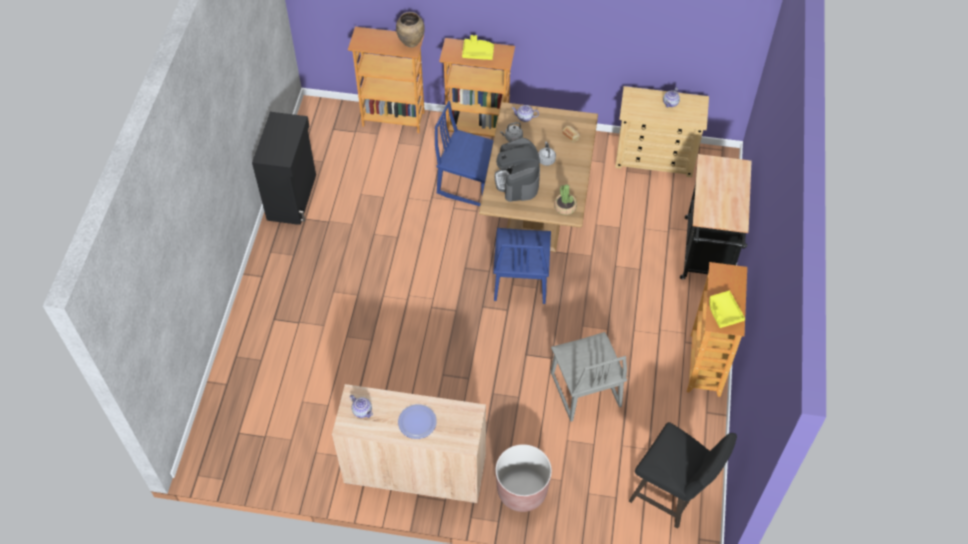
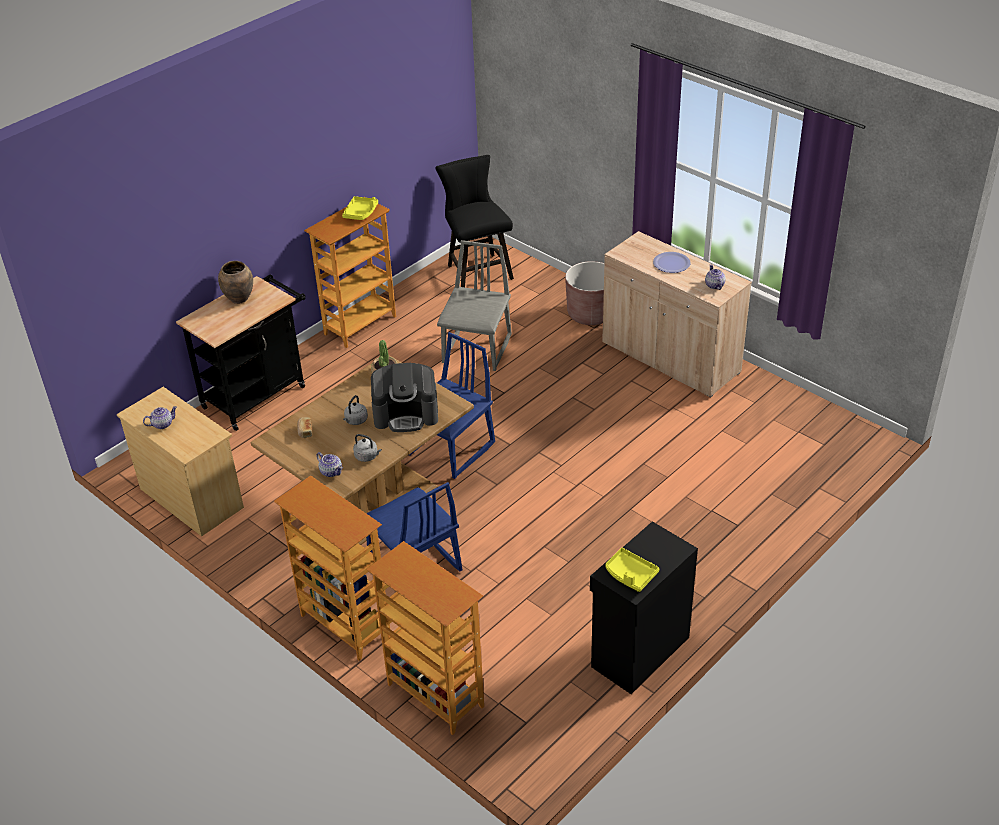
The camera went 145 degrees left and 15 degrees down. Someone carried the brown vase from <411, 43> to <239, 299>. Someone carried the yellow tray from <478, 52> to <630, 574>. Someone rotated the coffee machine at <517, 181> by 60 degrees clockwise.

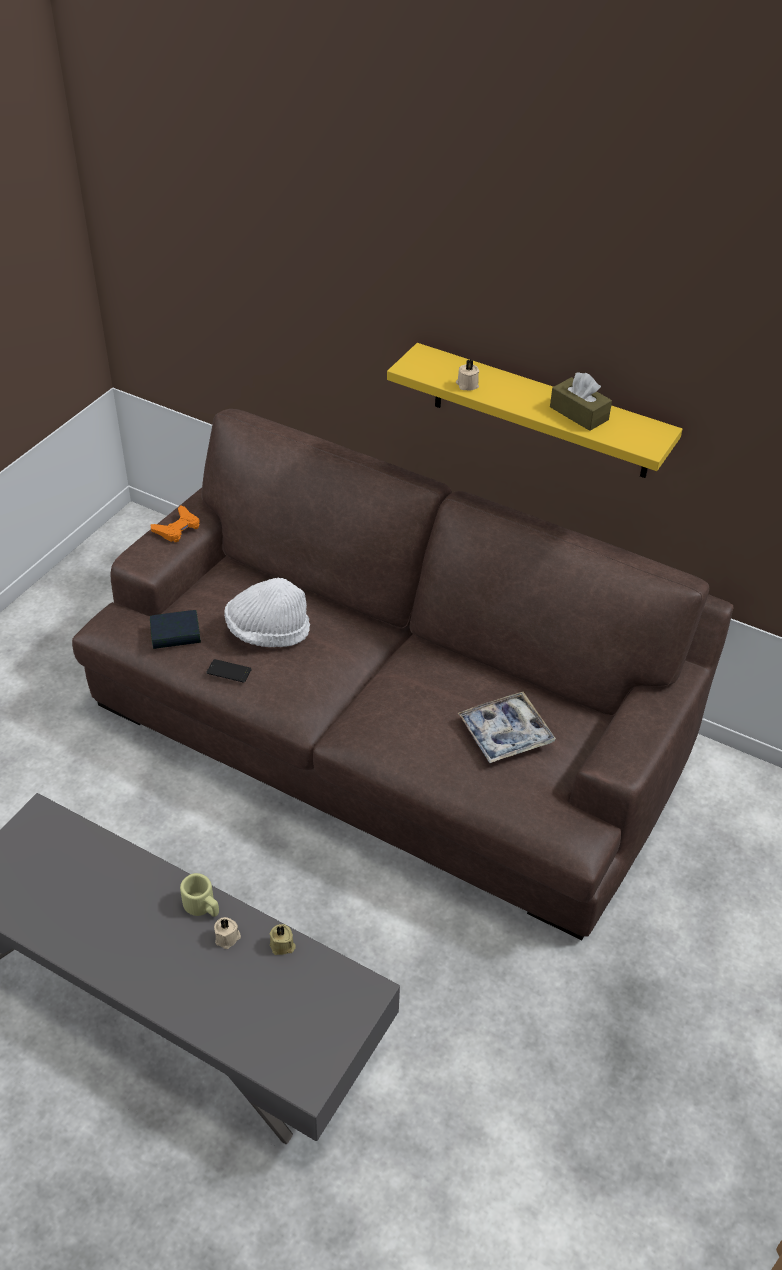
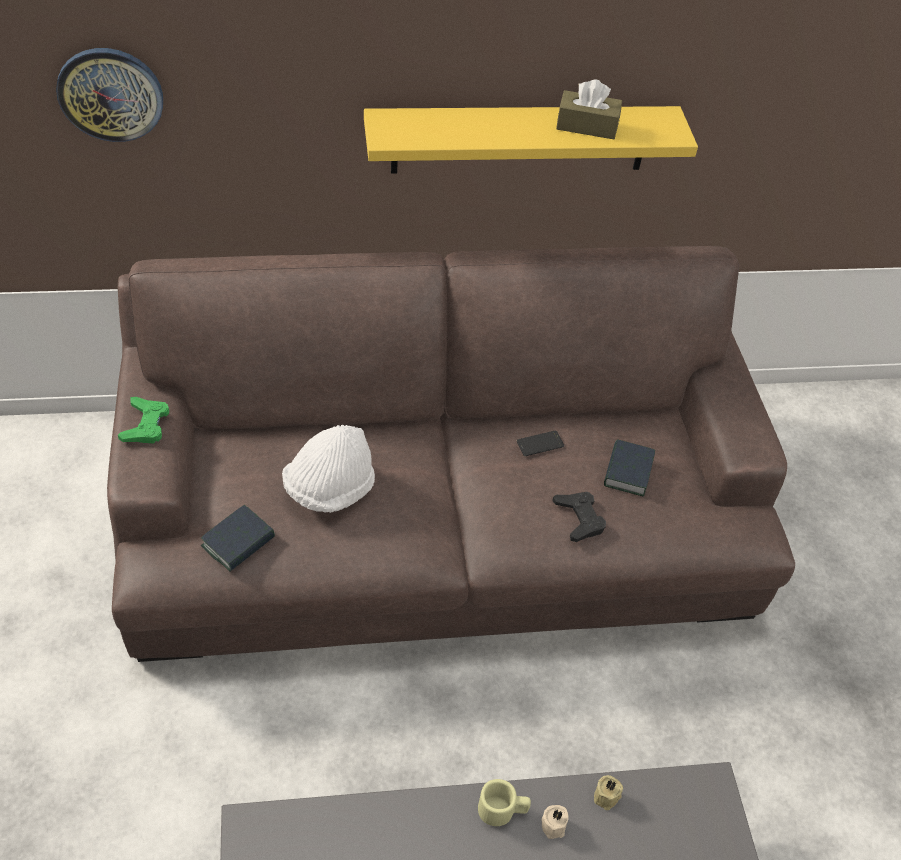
The camera went 40 degrees left and 5 degrees up. Someone took away the beige candle at <467, 385>. Someone repainted the orange game controller at <177, 528>, which became the green game controller at <146, 424>. Someone carried the phone from <229, 671> to <540, 444>. Someone swapped the tray at <505, 733> for the book at <628, 472>. Someone put up the wall clock at <110, 94>. Someone put down the black game controller at <579, 518>.

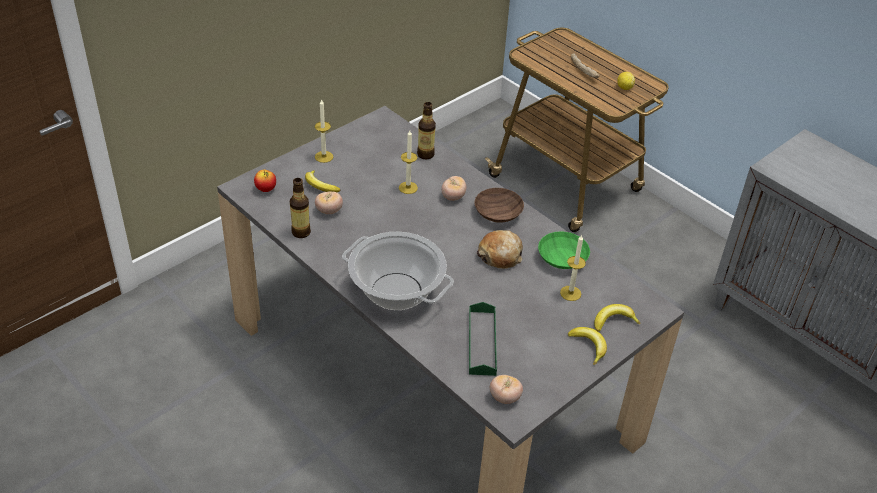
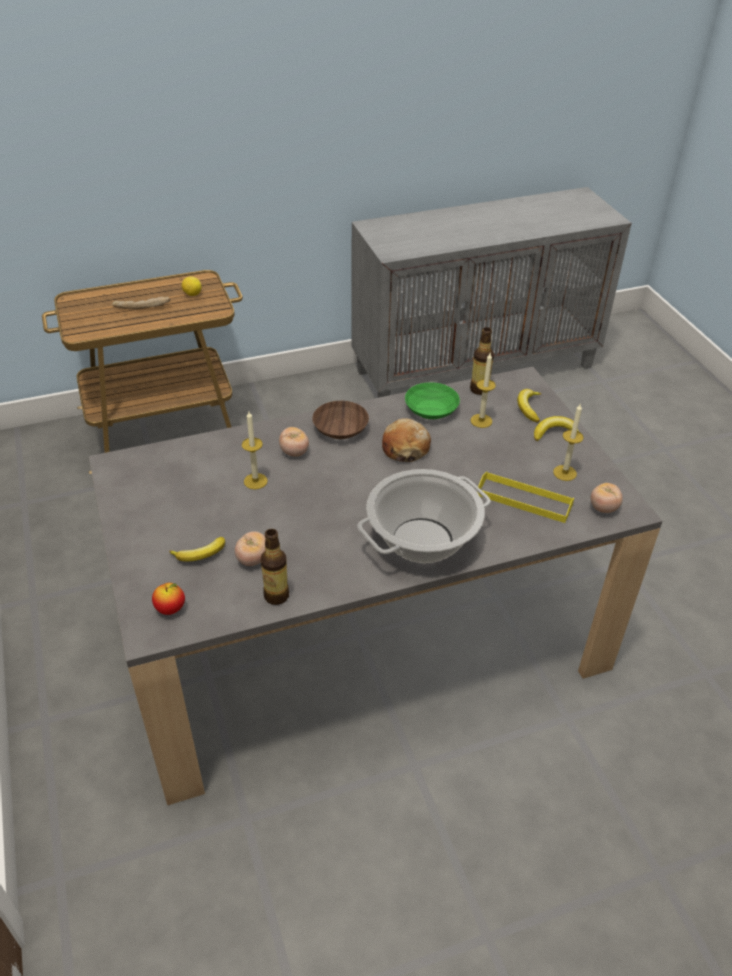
The camera went 65 degrees left and 0 degrees up. Someone carried the candle from <324, 157> to <564, 473>. Someone carried the bottle from <425, 154> to <479, 389>. Someone repainted the green tray at <482, 342>, which became the yellow tray at <524, 500>.

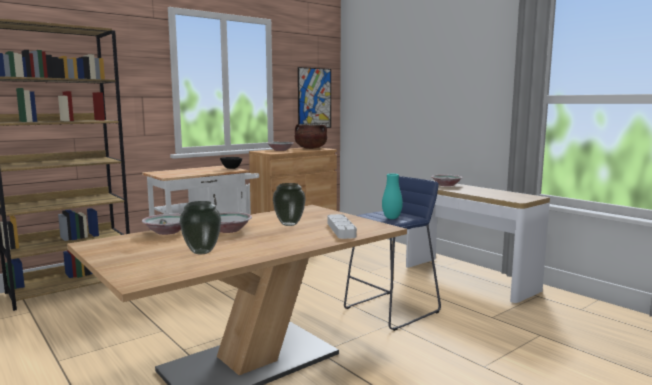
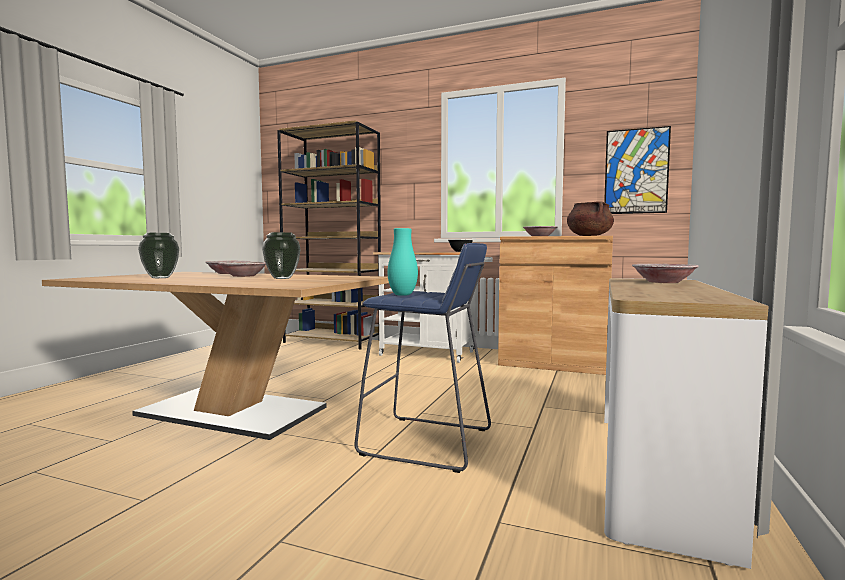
The camera went 60 degrees right and 5 degrees down. Someone took away the grey tray at <341, 229>.

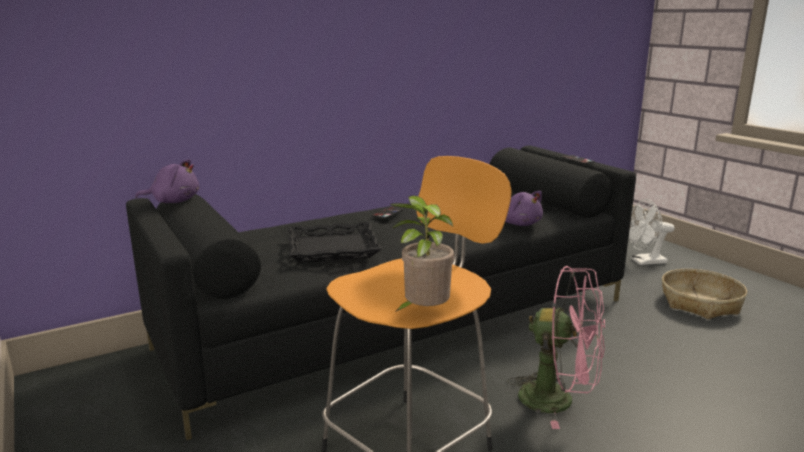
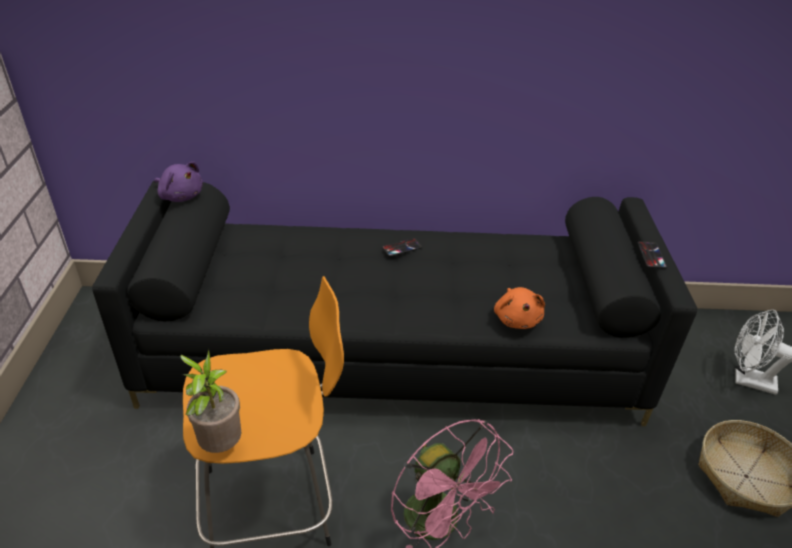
The camera went 30 degrees right and 20 degrees up. Someone repainted the purple plush toy at <519, 224>, which became the orange plush toy at <517, 318>. Someone took away the black tray at <333, 248>.

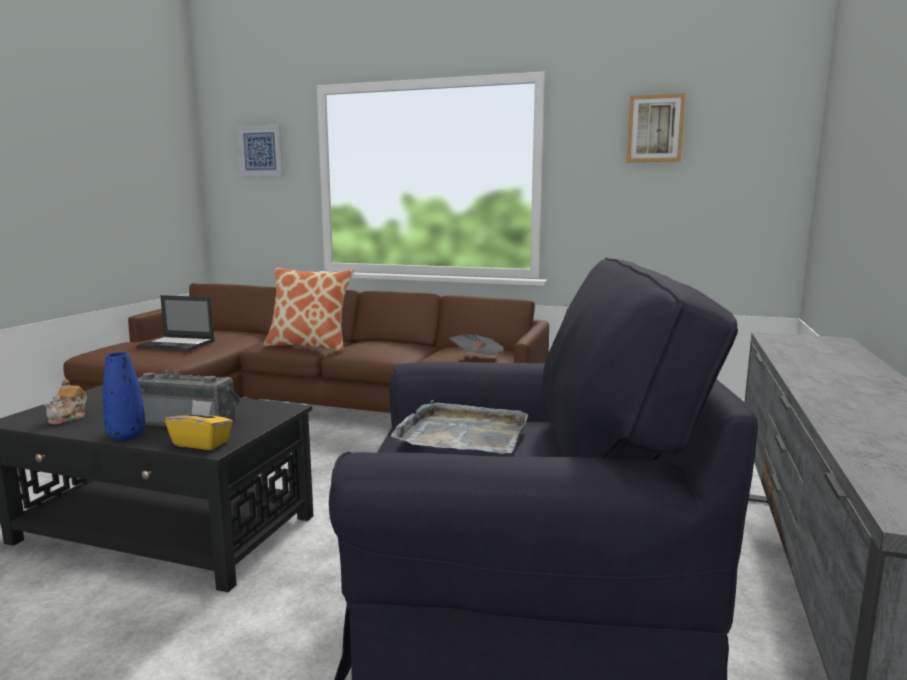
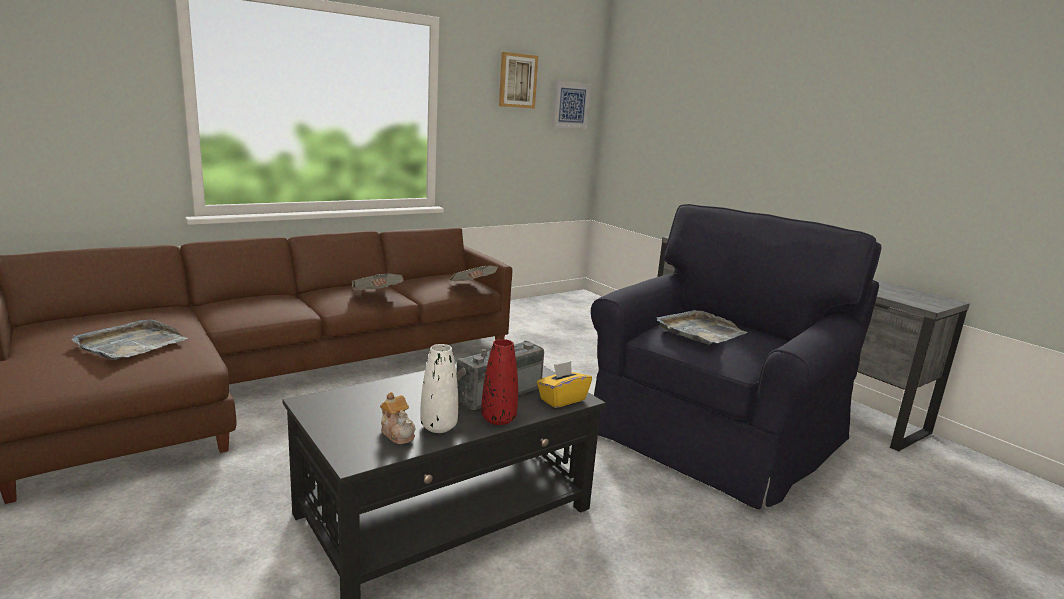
The camera went 55 degrees left and 5 degrees up. Someone carried the picture from <261, 151> to <570, 105>. Someone took away the pillow at <310, 345>. Someone swapped the laptop at <177, 344> for the grey tray at <130, 344>. Someone repainted the blue vase at <126, 435>, which became the red vase at <498, 419>. Someone put down the newspaper at <377, 296>. Someone put down the white vase at <438, 427>.

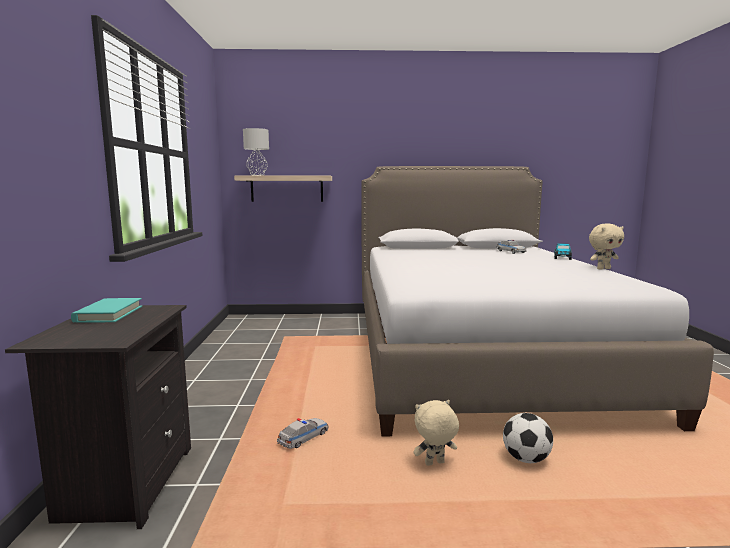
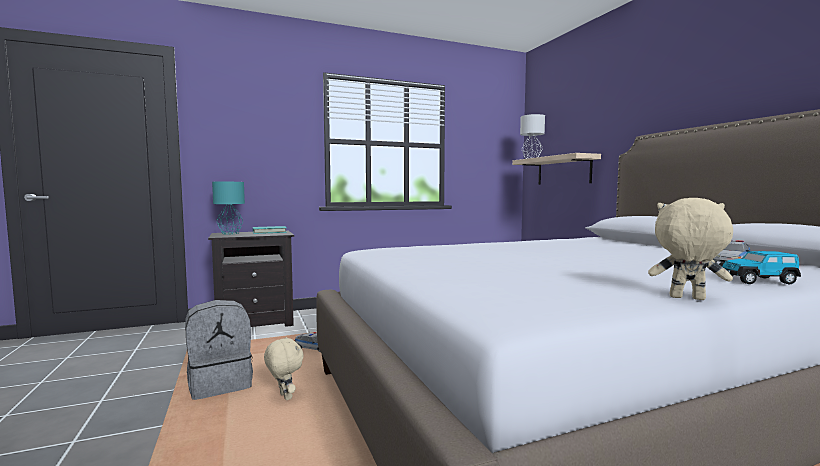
The camera went 70 degrees right and 5 degrees down. Someone rotated the beige plush toy at <603, 268> by 150 degrees clockwise. Someone took away the football at <526, 459>. Someone put down the turquoise table lamp at <231, 233>. Someone put down the grey backpack at <220, 383>.

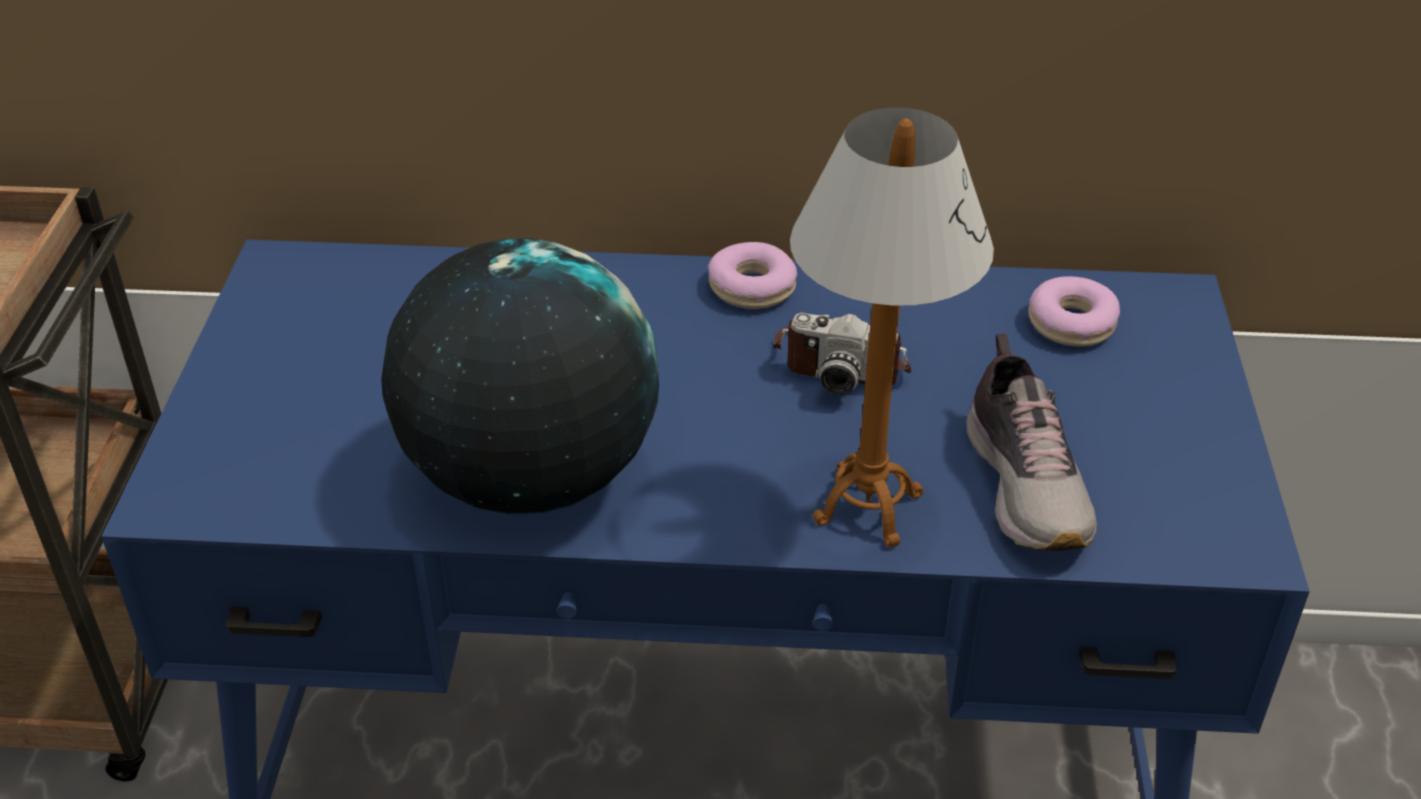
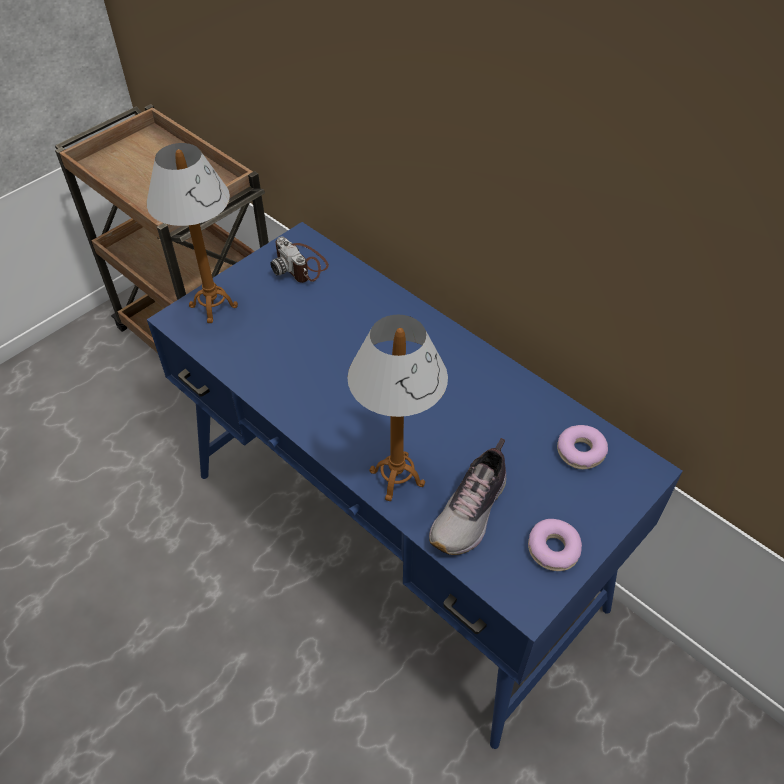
The camera went 40 degrees right and 10 degrees up. Someone took away the globe at <530, 477>. Someone carried the donut from <752, 287> to <553, 549>. Someone carried the photo camera from <842, 361> to <301, 265>. Someone put down the table lamp at <213, 306>.

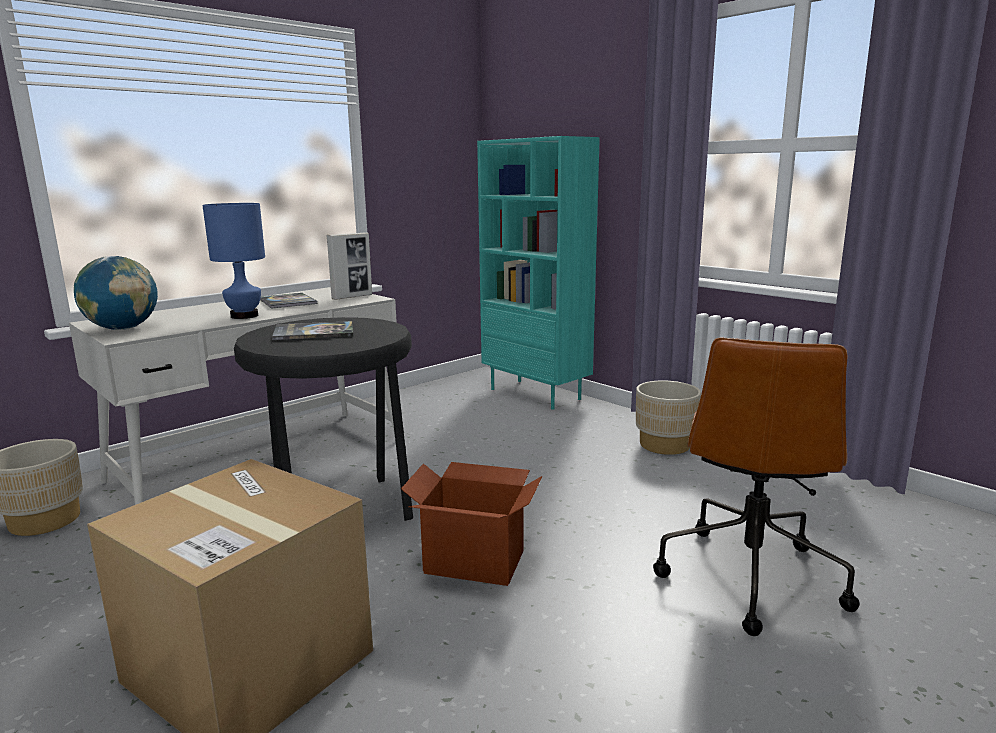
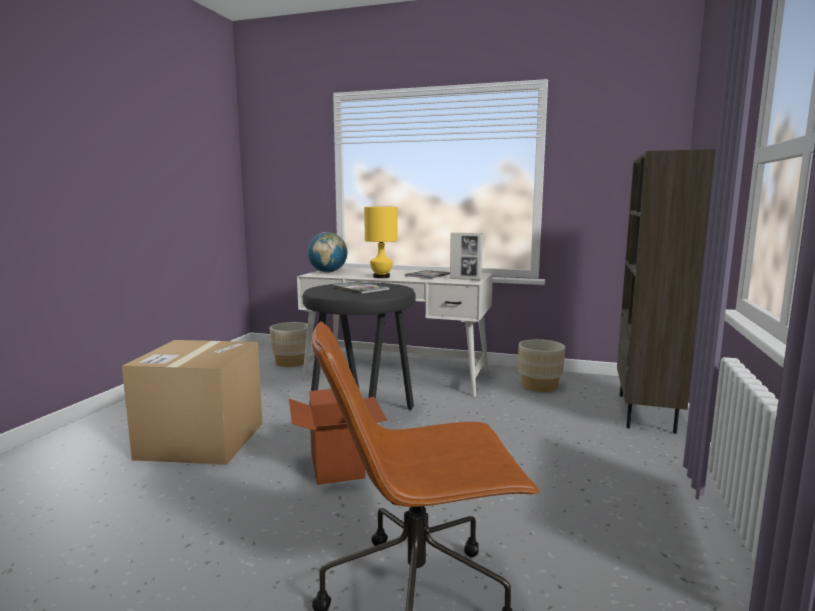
The camera went 60 degrees right and 5 degrees down. Someone repainted the turquoise bookcase at <536, 394>, which became the brown bookcase at <647, 413>. Someone repainted the blue table lamp at <245, 316>, which became the yellow table lamp at <381, 277>. Someone carried the beige planter from <664, 445> to <539, 386>.

